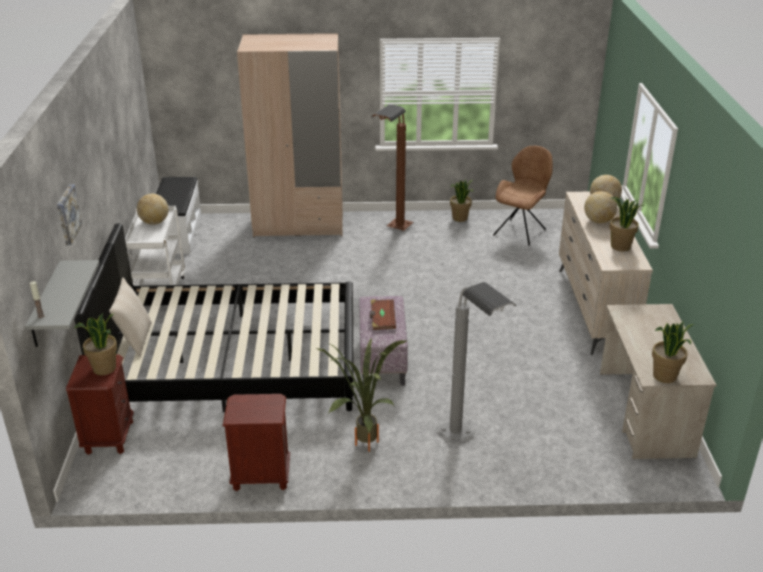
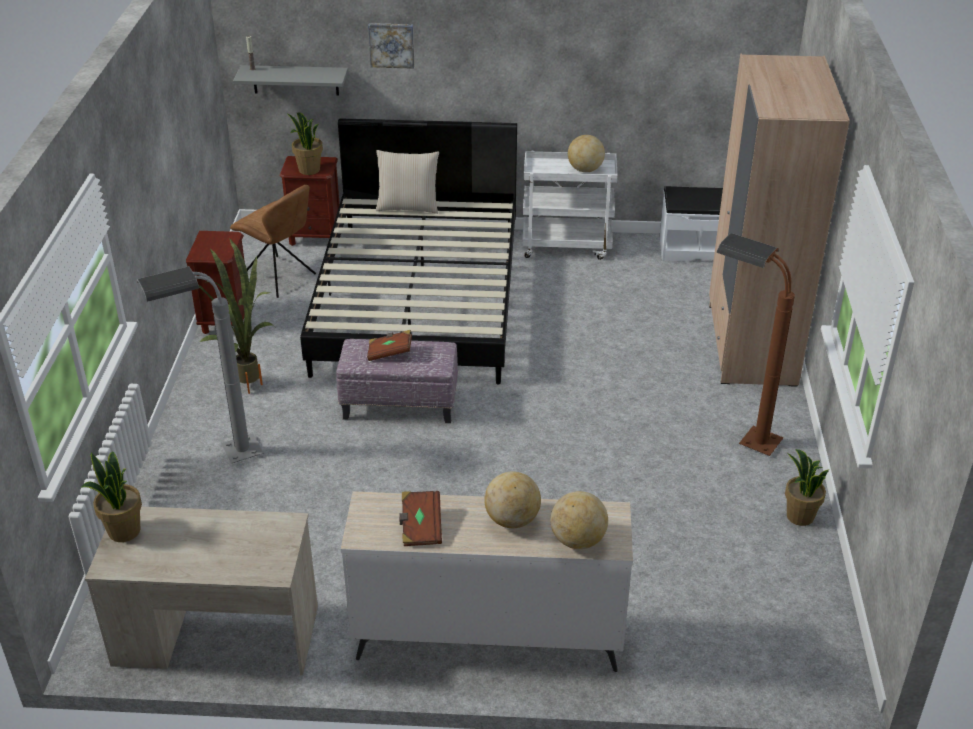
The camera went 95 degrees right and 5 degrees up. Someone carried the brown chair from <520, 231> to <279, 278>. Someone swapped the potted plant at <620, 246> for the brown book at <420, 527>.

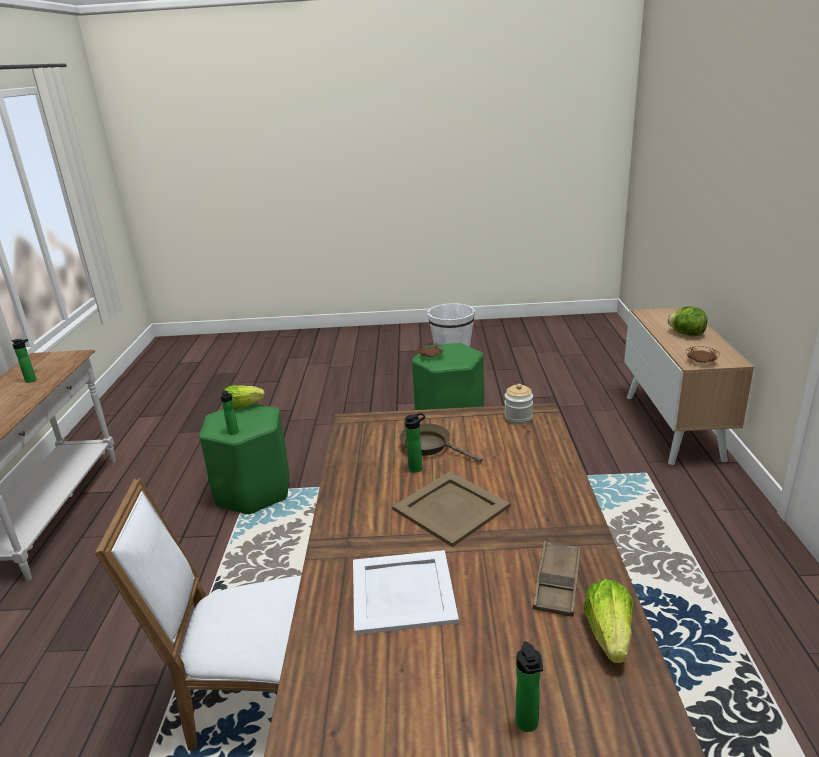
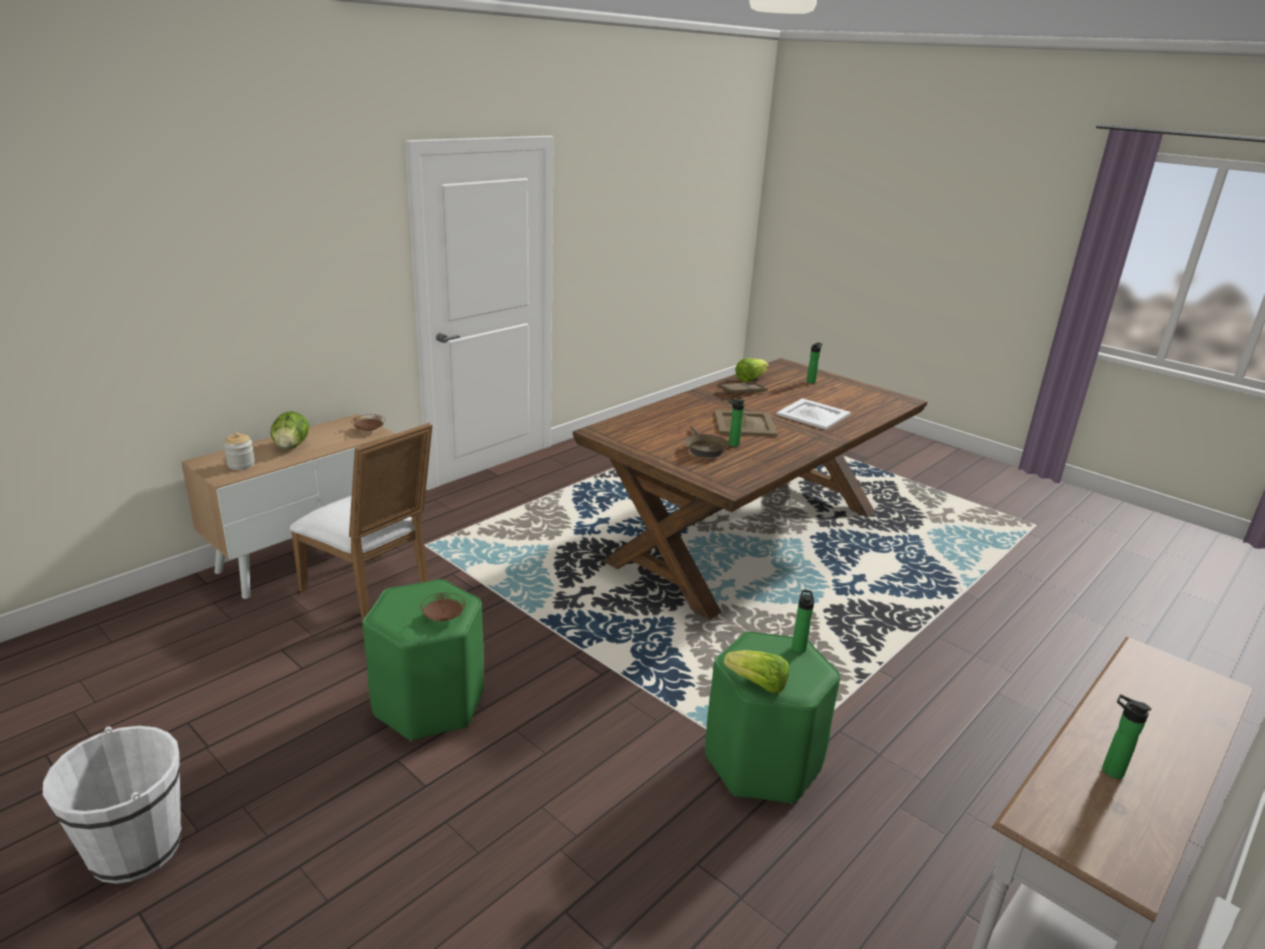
The camera went 140 degrees left and 0 degrees up. Someone carried the jar from <518, 418> to <241, 464>. Someone carried the white chair from <251, 700> to <372, 592>.

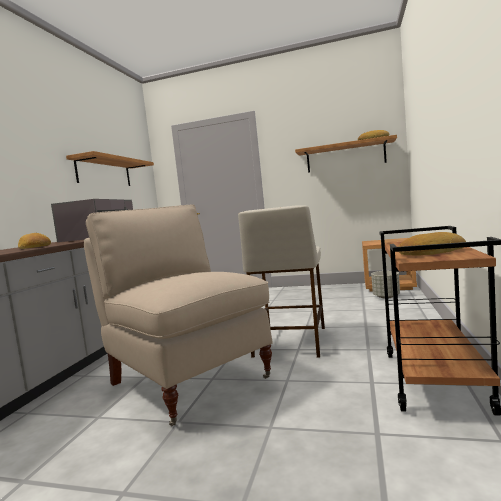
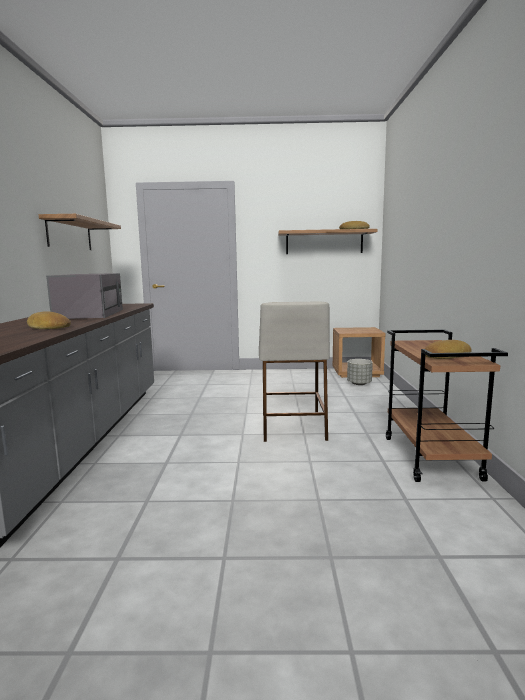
The camera went 15 degrees left and 5 degrees up. Someone took away the beige chair at <188, 380>.

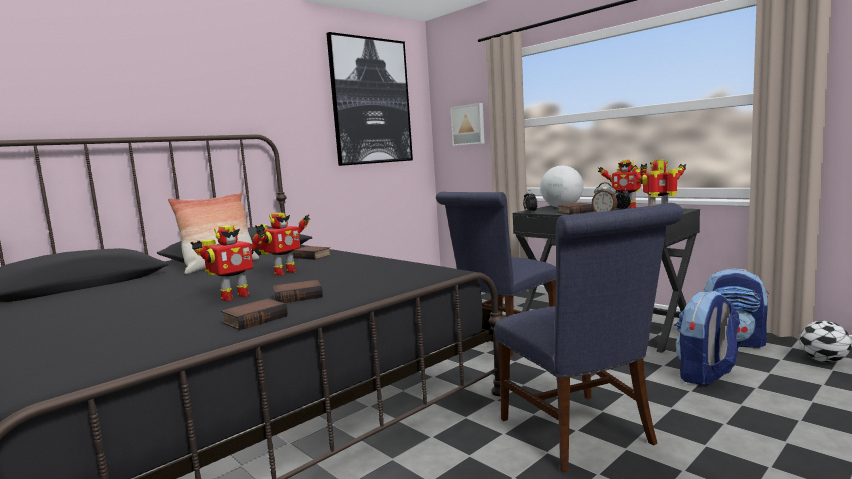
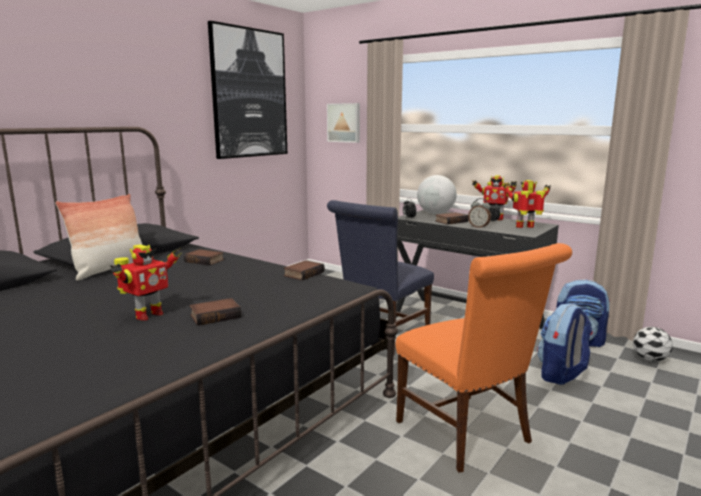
The camera went 10 degrees left and 5 degrees up. Someone repainted the blue chair at <582, 434>, which became the orange chair at <469, 435>. Someone took away the toy robot at <283, 273>. Someone carried the book from <255, 319> to <303, 273>.

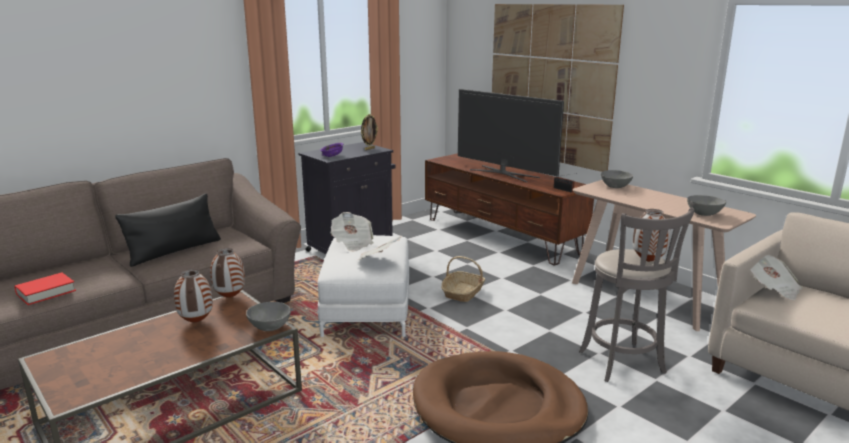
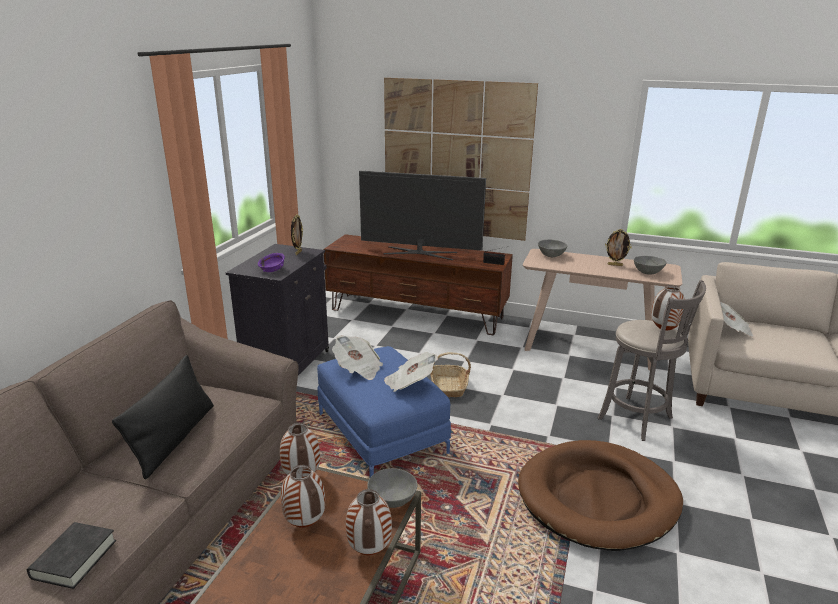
The camera went 30 degrees left and 5 degrees up. Someone repainted the white ottoman at <366, 309>, which became the blue ottoman at <380, 433>. Someone repainted the red book at <46, 292>, which became the black book at <74, 559>. Someone put down the picture frame at <615, 265>. Someone put down the vase at <369, 550>.

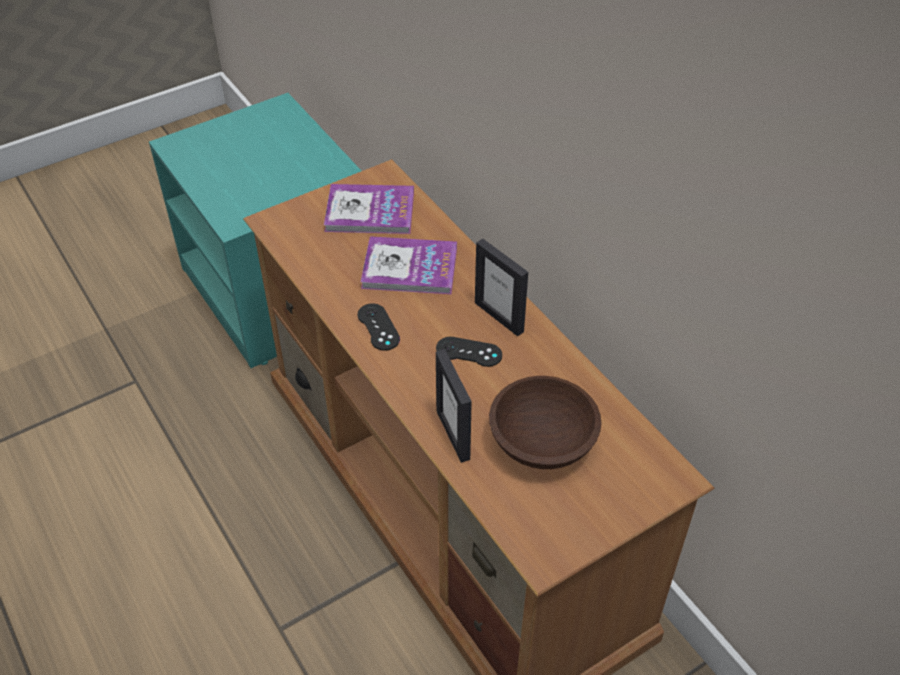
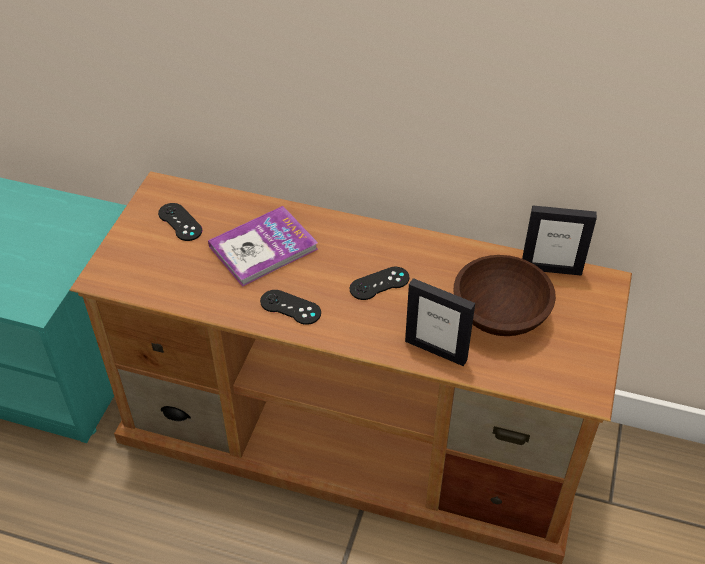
The camera went 40 degrees left and 0 degrees up. Someone swapped the book at <370, 211> for the black game controller at <180, 222>. Someone carried the picture frame from <499, 317> to <551, 269>.

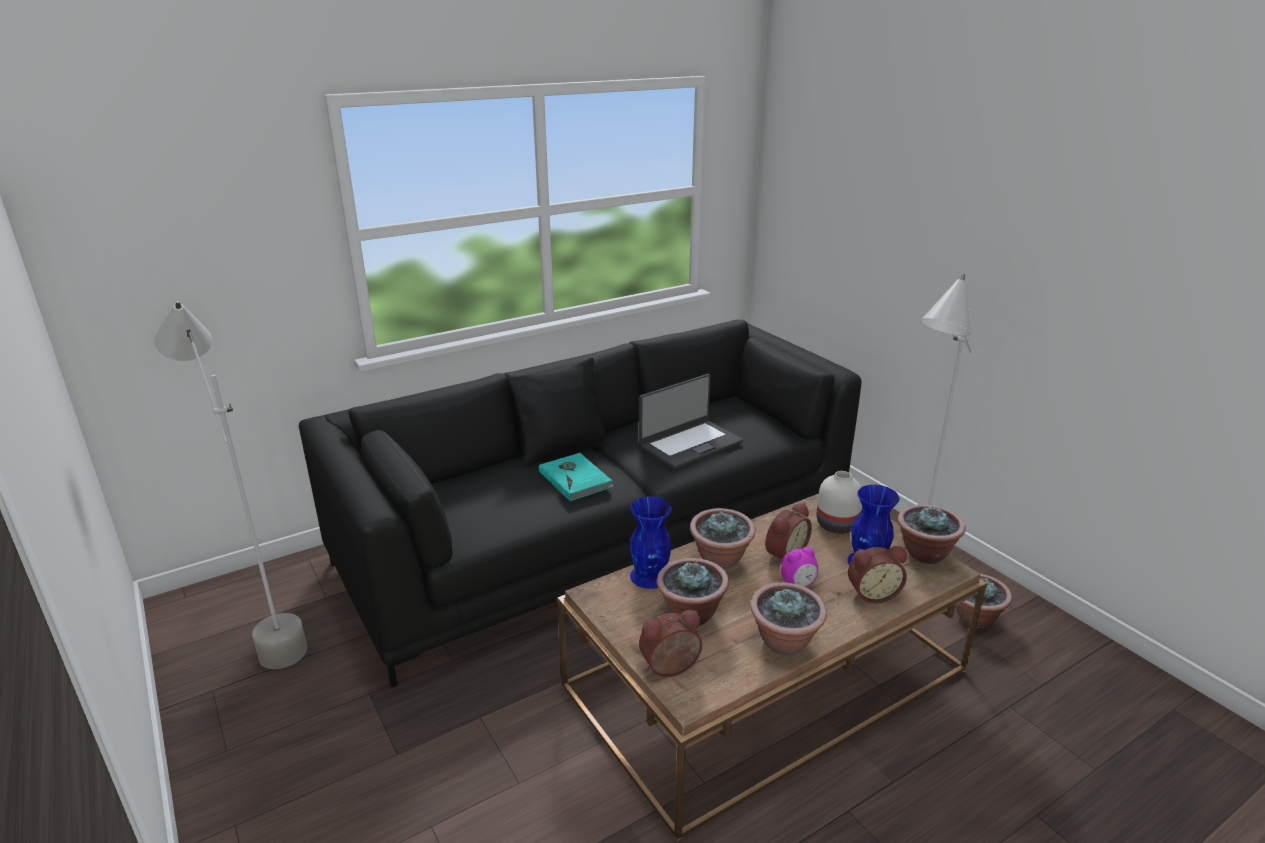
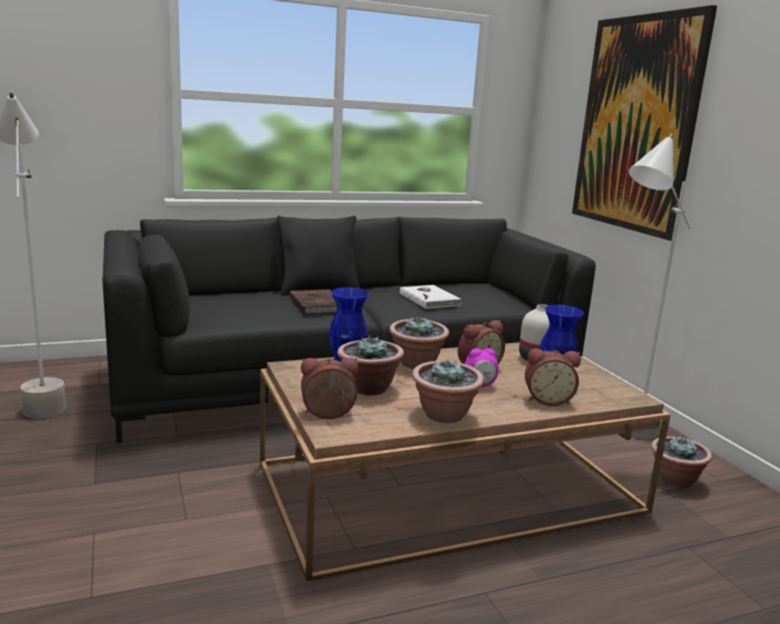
The camera went 10 degrees right and 10 degrees down. Someone swapped the laptop at <690, 444> for the white book at <430, 299>. Someone repainted the turquoise book at <576, 479>, which became the brown book at <318, 304>. Someone took away the potted plant at <924, 554>. Someone put up the picture at <636, 124>.

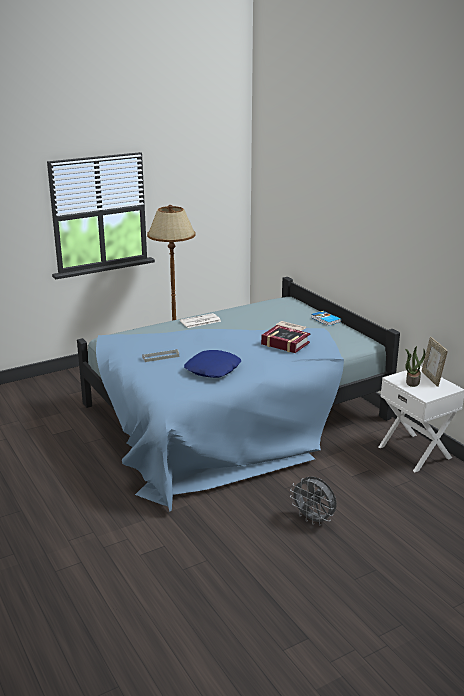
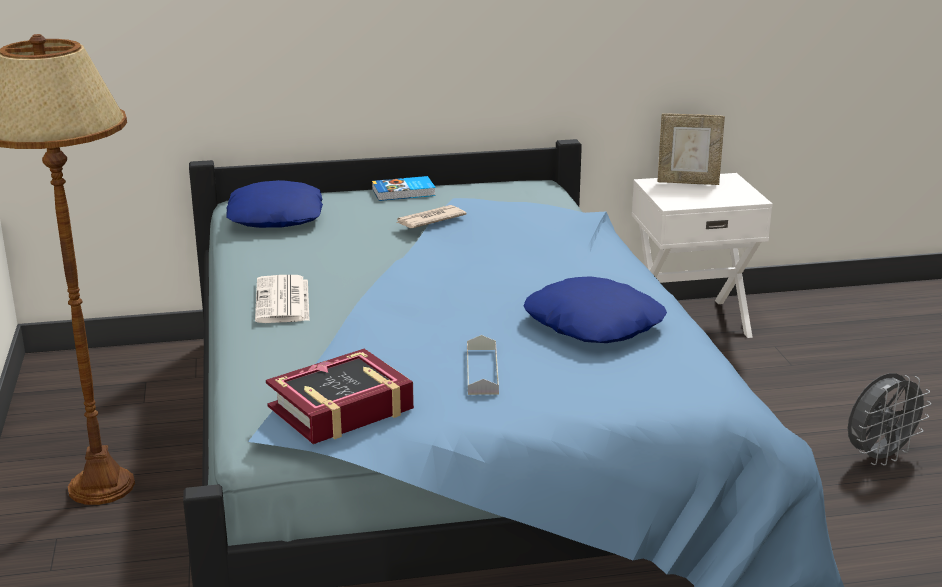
The camera went 70 degrees left and 0 degrees up. Someone carried the book from <285, 343> to <341, 408>. Someone took away the potted plant at <412, 382>. Someone put down the blue pillow at <276, 216>.

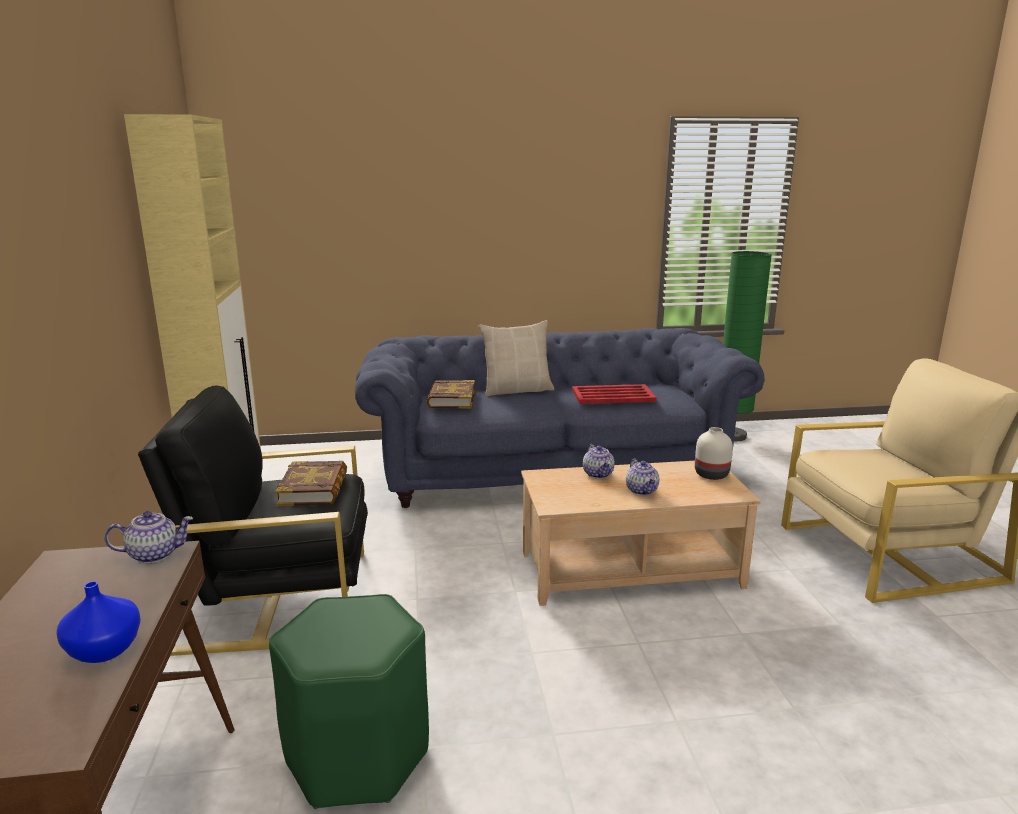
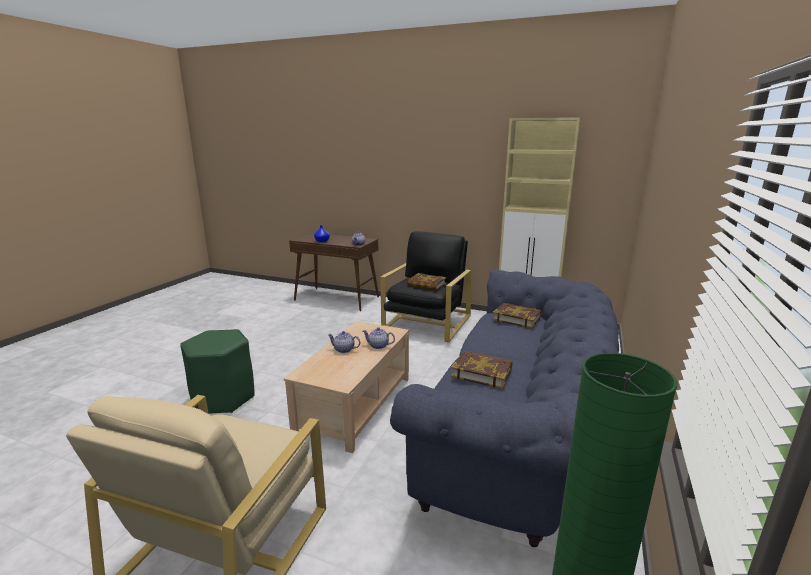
The camera went 120 degrees right and 0 degrees up. Someone took away the beige pillow at <517, 390>. Someone swapped the red tray at <612, 395> for the book at <482, 373>. Someone took away the white vase at <710, 474>. Someone carried the green stool from <357, 756> to <223, 398>.

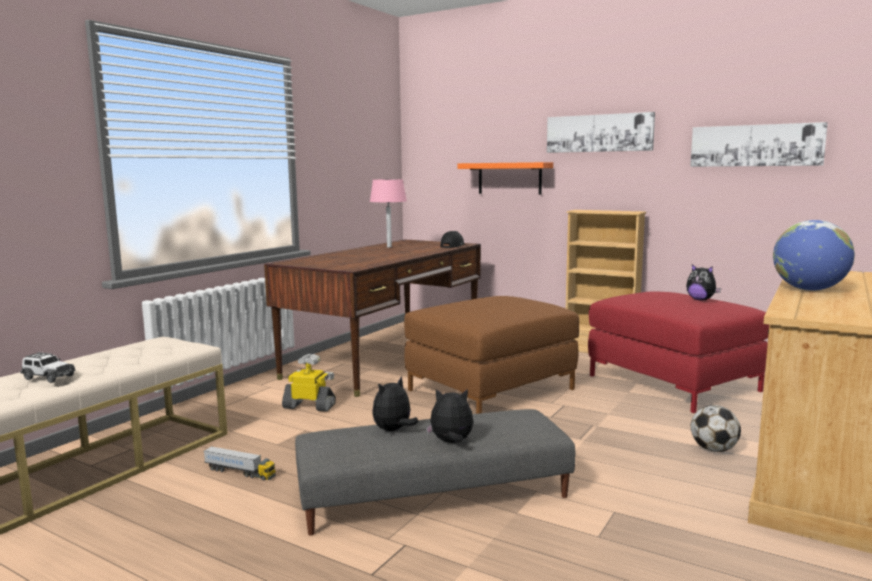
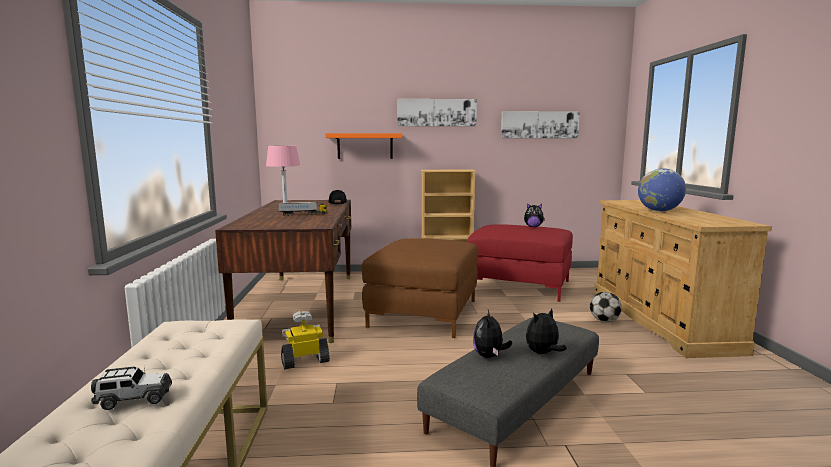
The camera went 35 degrees left and 0 degrees up. Someone carried the toy truck from <240, 472> to <303, 214>.

